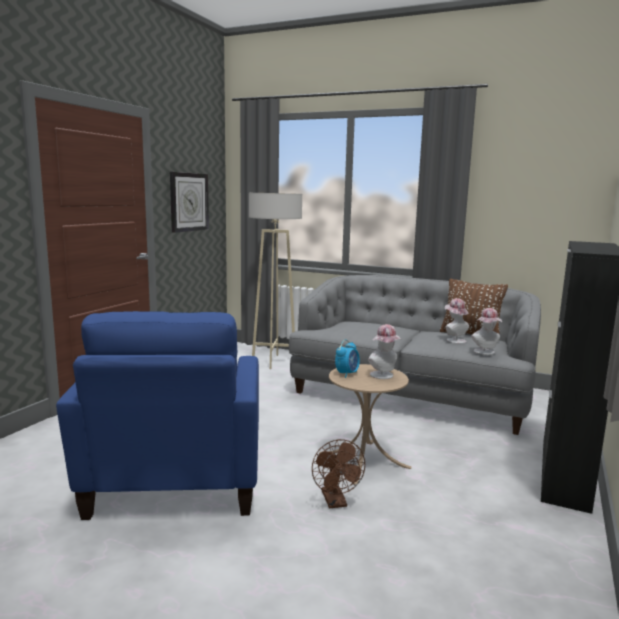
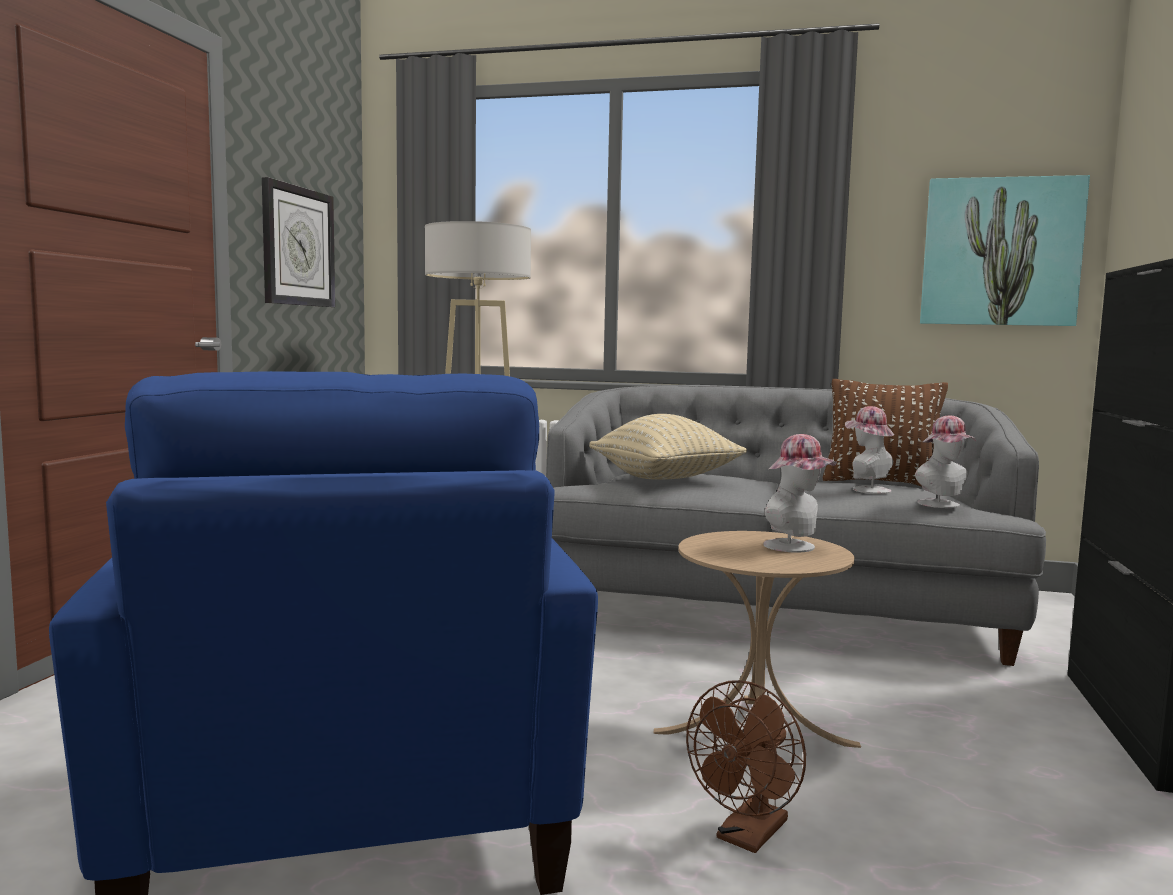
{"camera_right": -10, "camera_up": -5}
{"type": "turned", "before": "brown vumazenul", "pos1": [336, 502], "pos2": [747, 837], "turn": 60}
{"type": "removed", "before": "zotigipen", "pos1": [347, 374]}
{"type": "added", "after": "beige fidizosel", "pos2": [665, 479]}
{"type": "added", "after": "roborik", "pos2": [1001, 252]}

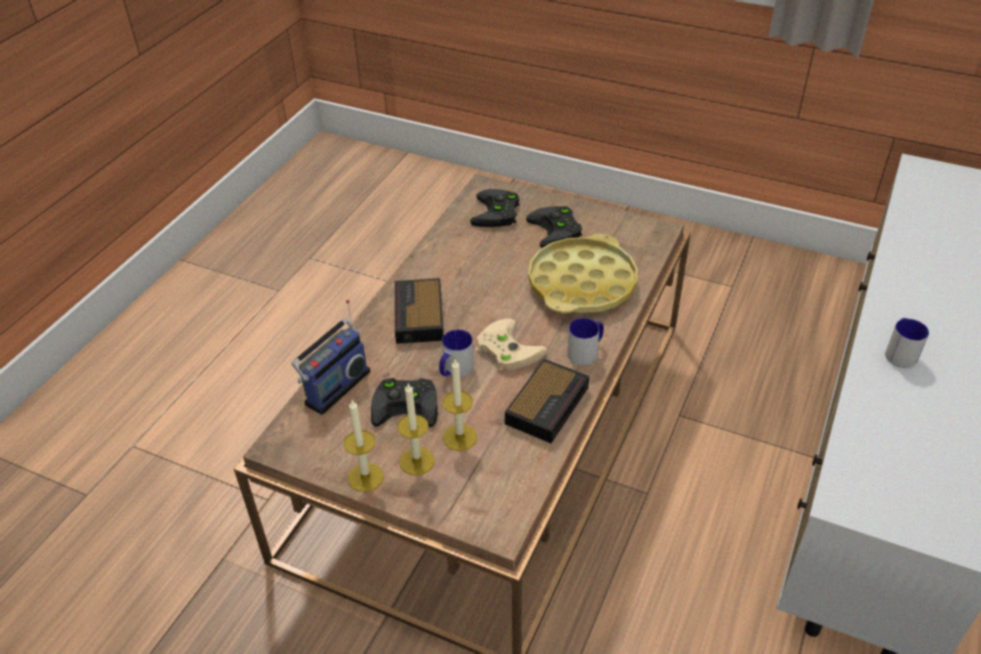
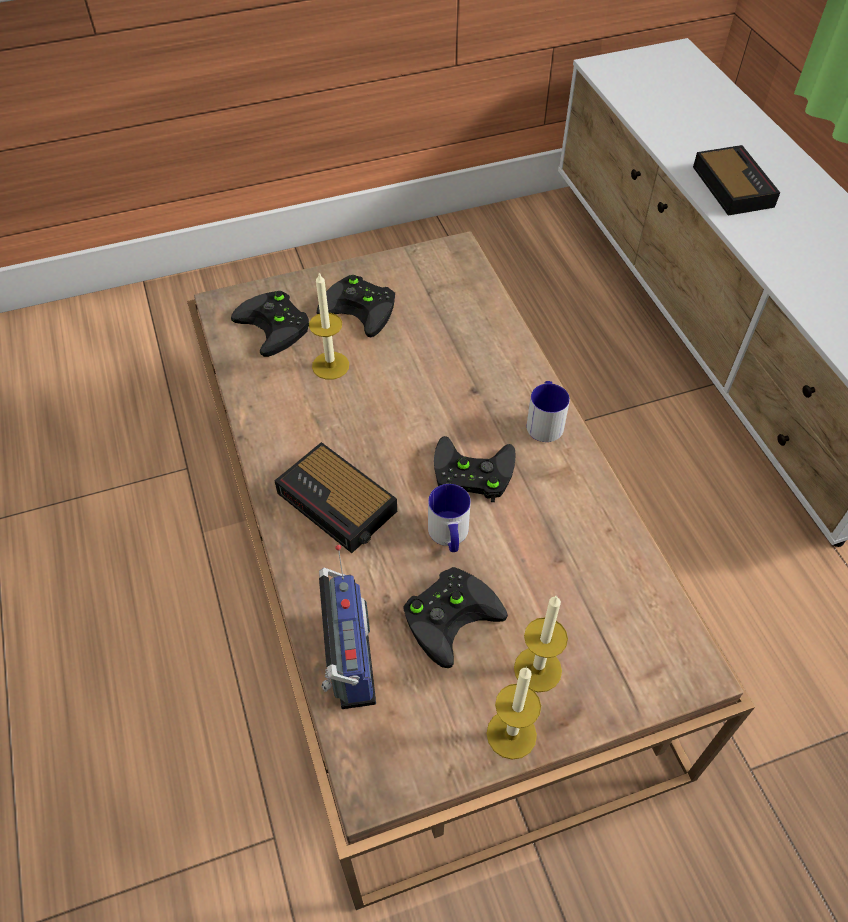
{"camera_right": -45, "camera_up": 10}
{"type": "moved", "before": "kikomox", "pos1": [460, 437], "pos2": [330, 365]}
{"type": "recoloured", "before": "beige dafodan", "after": "black dafodan", "pos1": [506, 349], "pos2": [470, 474]}
{"type": "moved", "before": "zotigipen", "pos1": [548, 404], "pos2": [731, 185]}
{"type": "removed", "before": "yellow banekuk", "pos1": [582, 283]}
{"type": "removed", "before": "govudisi", "pos1": [899, 352]}

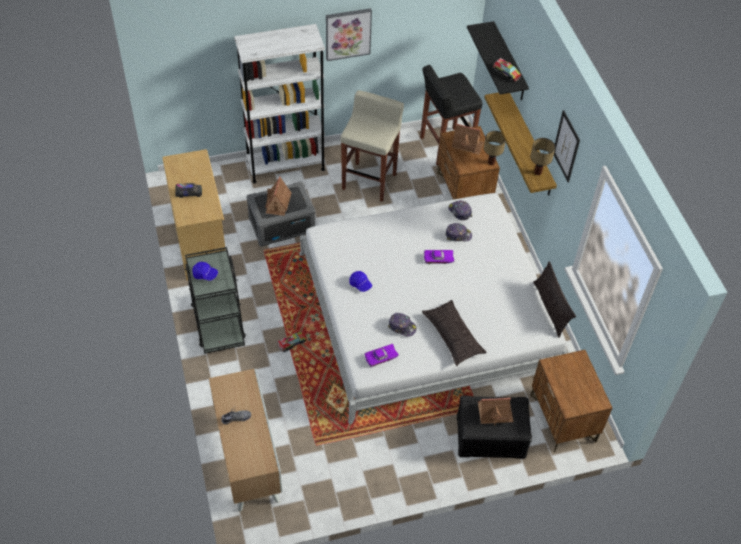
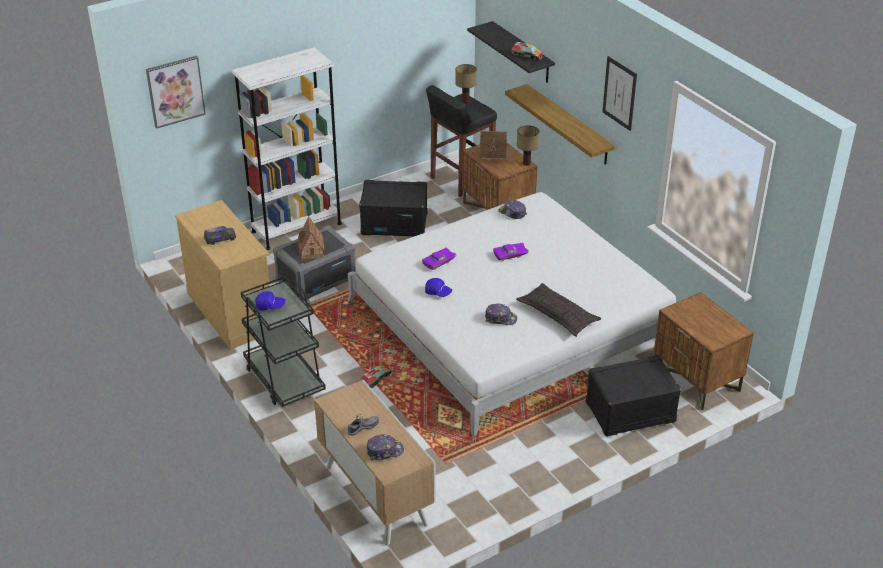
{"camera_right": -15, "camera_up": -15}
{"type": "moved", "before": "roborik", "pos1": [348, 34], "pos2": [175, 91]}
{"type": "replaced", "before": "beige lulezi", "after": "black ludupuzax", "pos1": [369, 181], "pos2": [394, 223]}
{"type": "moved", "before": "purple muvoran", "pos1": [381, 358], "pos2": [439, 262]}
{"type": "moved", "before": "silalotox", "pos1": [458, 235], "pos2": [384, 451]}
{"type": "removed", "before": "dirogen", "pos1": [494, 413]}
{"type": "moved", "before": "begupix", "pos1": [538, 172], "pos2": [466, 101]}
{"type": "removed", "before": "fidizosel", "pos1": [550, 308]}

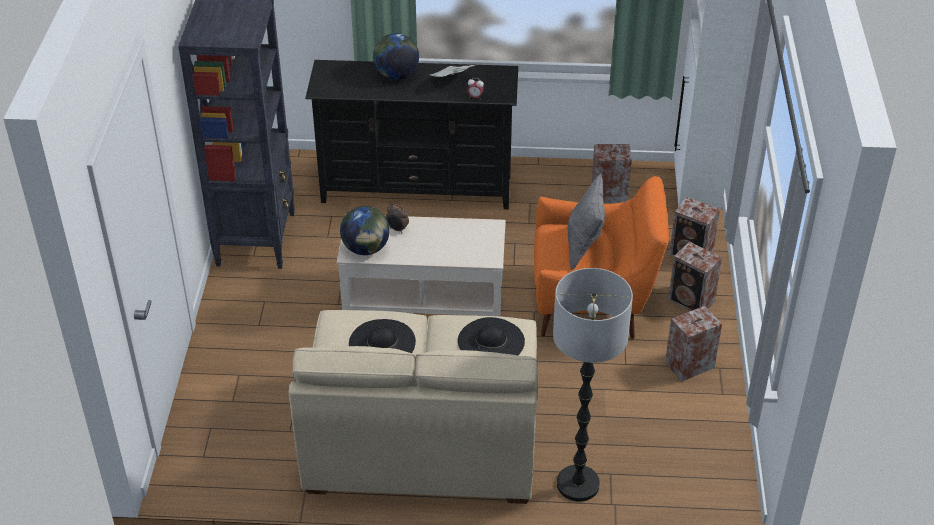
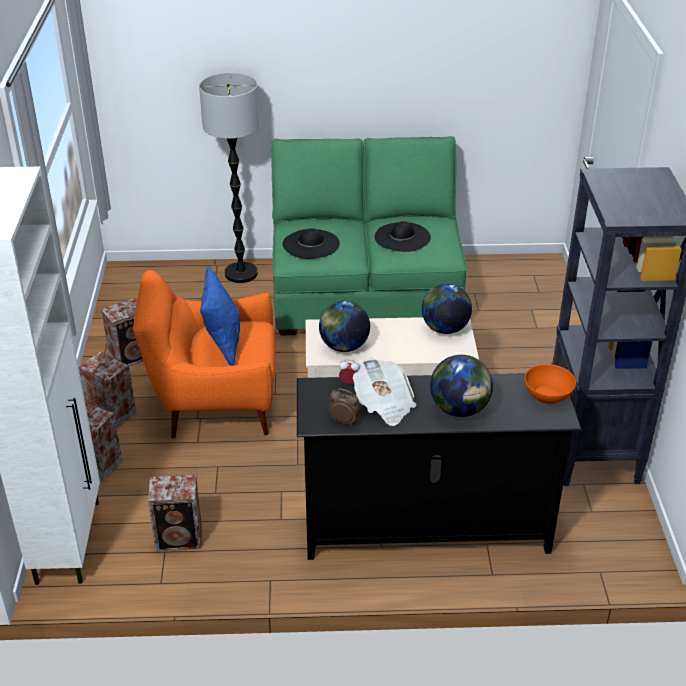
{"camera_right": 175, "camera_up": -5}
{"type": "recoloured", "before": "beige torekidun", "after": "green torekidun", "pos1": [422, 436], "pos2": [365, 295]}
{"type": "moved", "before": "zotigipen", "pos1": [397, 229], "pos2": [344, 421]}
{"type": "recoloured", "before": "grey fidizosel", "after": "blue fidizosel", "pos1": [584, 247], "pos2": [223, 345]}
{"type": "added", "after": "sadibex", "pos2": [344, 346]}
{"type": "added", "after": "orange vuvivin", "pos2": [547, 395]}

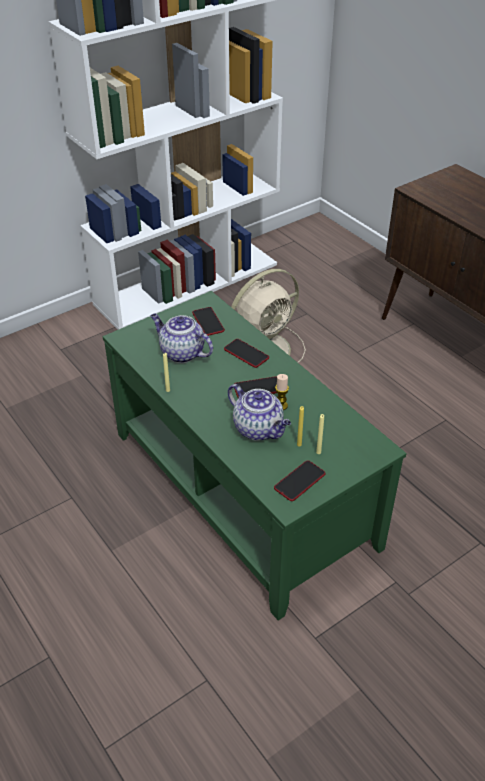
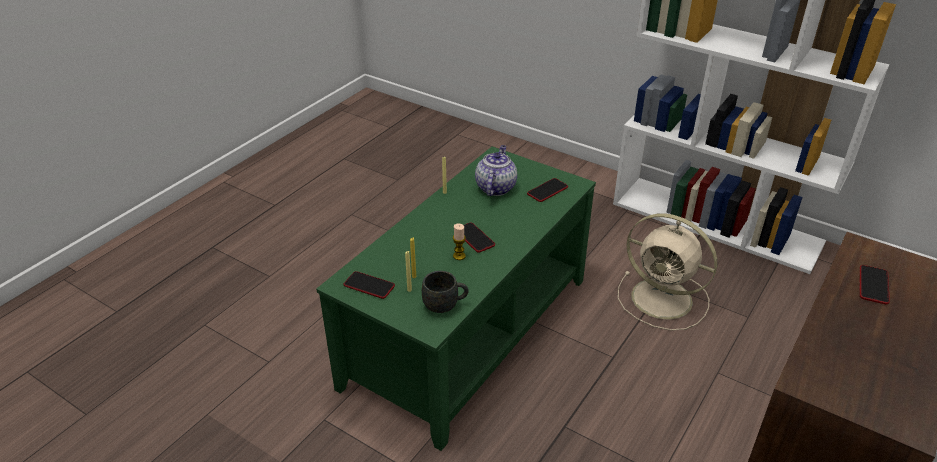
{"camera_right": 70, "camera_up": -5}
{"type": "moved", "before": "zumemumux", "pos1": [246, 354], "pos2": [873, 285]}
{"type": "removed", "before": "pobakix", "pos1": [259, 429]}
{"type": "added", "after": "grey govudisi", "pos2": [445, 305]}

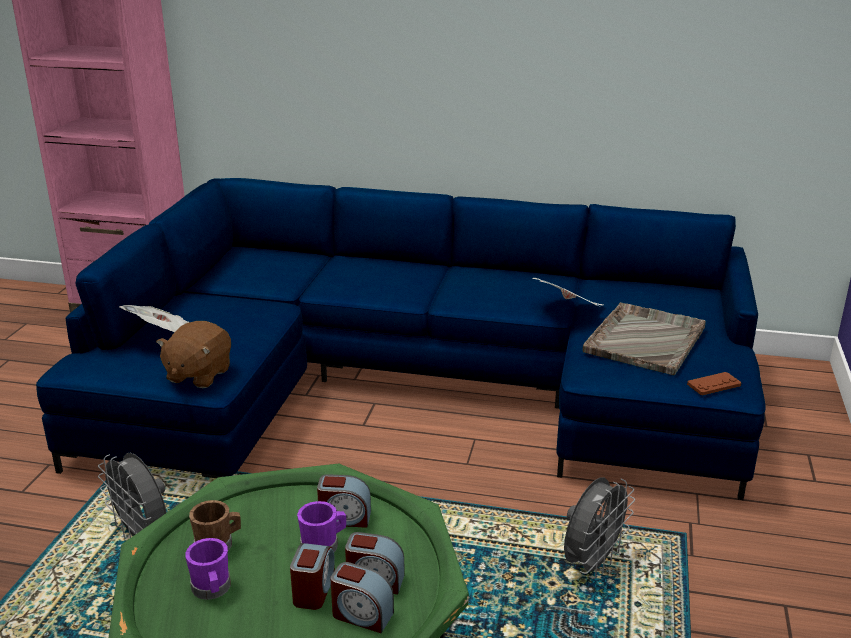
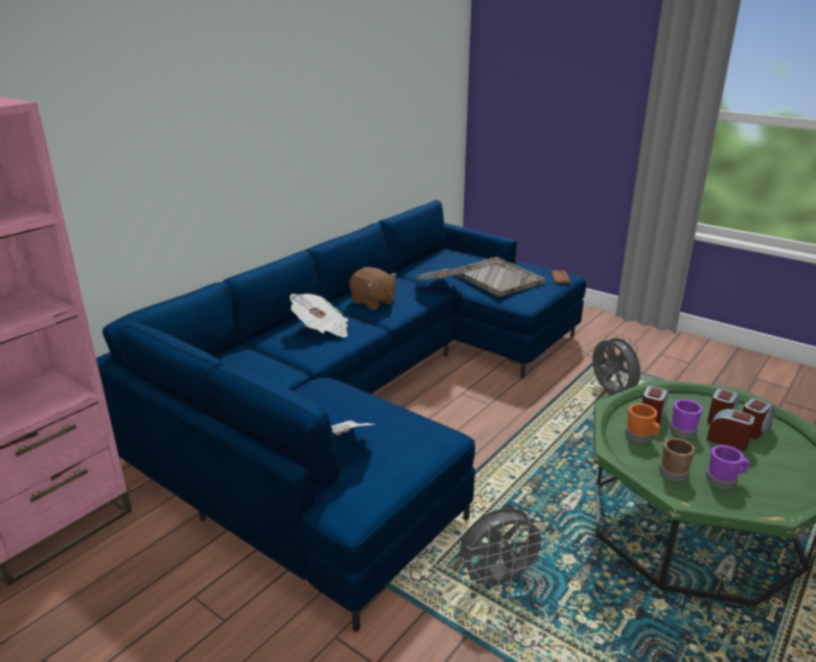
{"camera_right": -65, "camera_up": 0}
{"type": "moved", "before": "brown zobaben", "pos1": [198, 374], "pos2": [373, 302]}
{"type": "added", "after": "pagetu", "pos2": [321, 329]}
{"type": "added", "after": "orange govudisi", "pos2": [641, 437]}

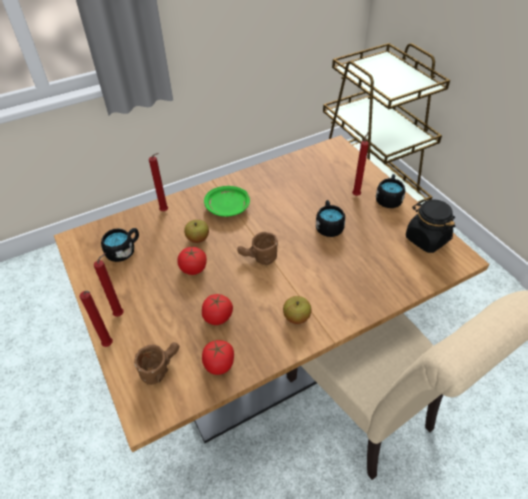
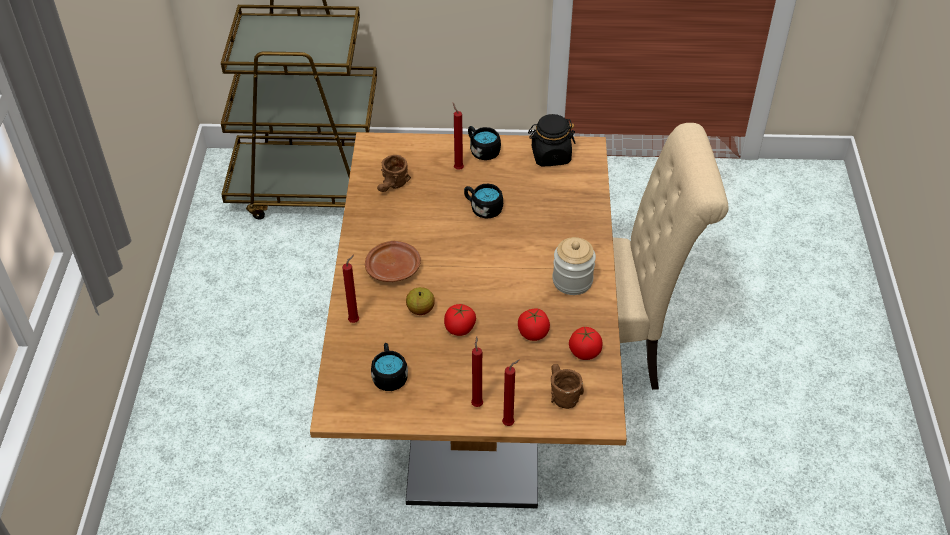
{"camera_right": -60, "camera_up": 0}
{"type": "recoloured", "before": "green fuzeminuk", "after": "brown fuzeminuk", "pos1": [228, 207], "pos2": [394, 268]}
{"type": "moved", "before": "brown govudisi", "pos1": [257, 259], "pos2": [393, 187]}
{"type": "replaced", "before": "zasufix", "after": "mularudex", "pos1": [296, 317], "pos2": [572, 281]}

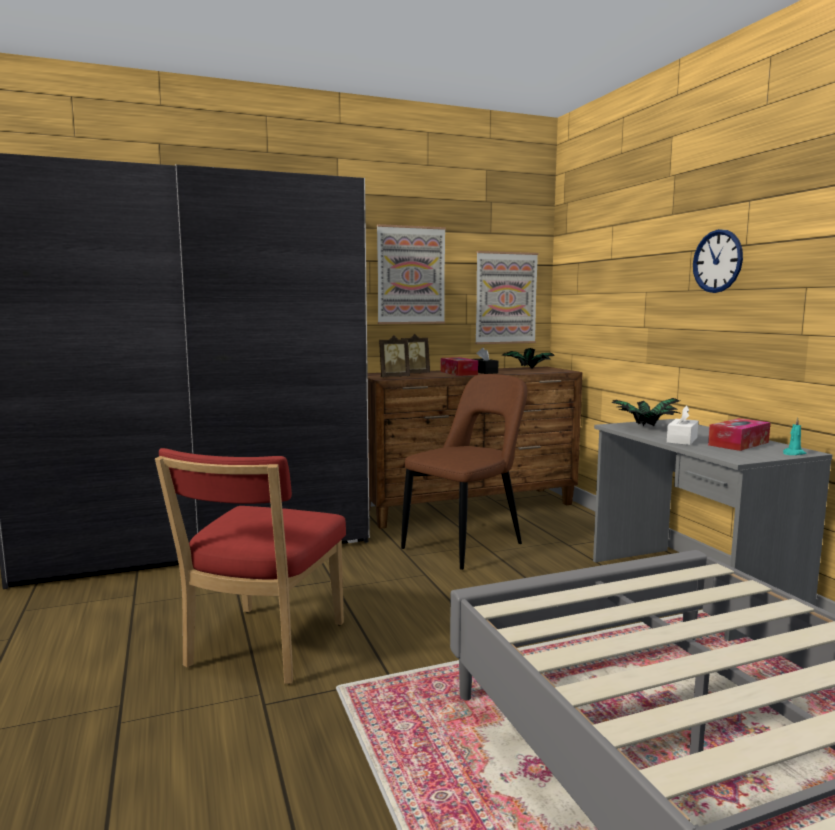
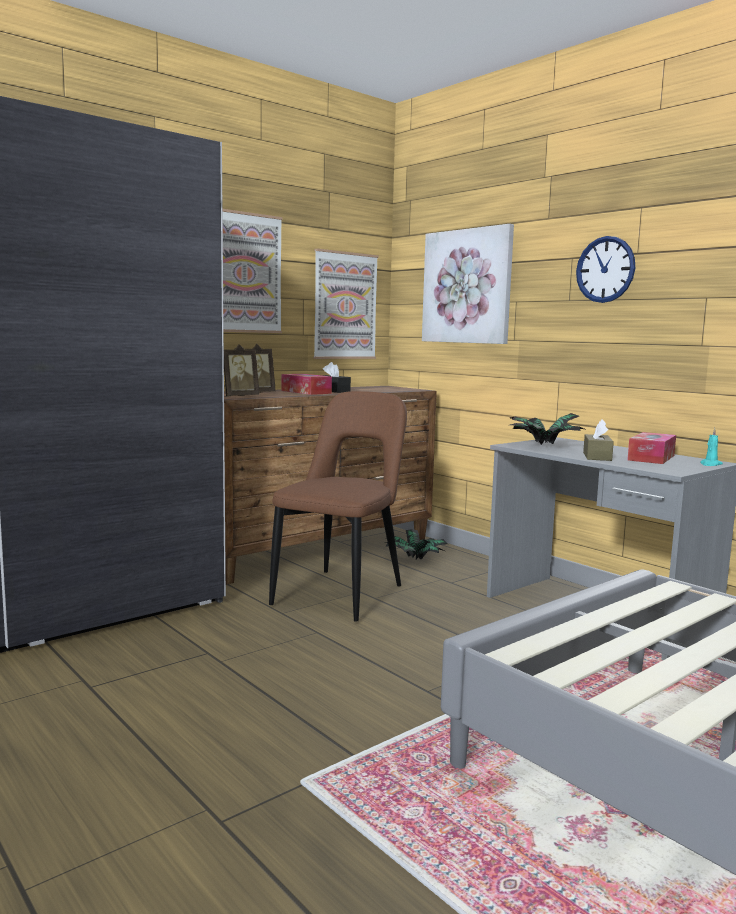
{"camera_right": -20, "camera_up": 0}
{"type": "removed", "before": "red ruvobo", "pos1": [262, 648]}
{"type": "moved", "before": "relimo", "pos1": [527, 368], "pos2": [414, 559]}
{"type": "recoloured", "before": "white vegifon", "after": "brown vegifon", "pos1": [682, 440], "pos2": [597, 456]}
{"type": "added", "after": "roborik", "pos2": [467, 286]}

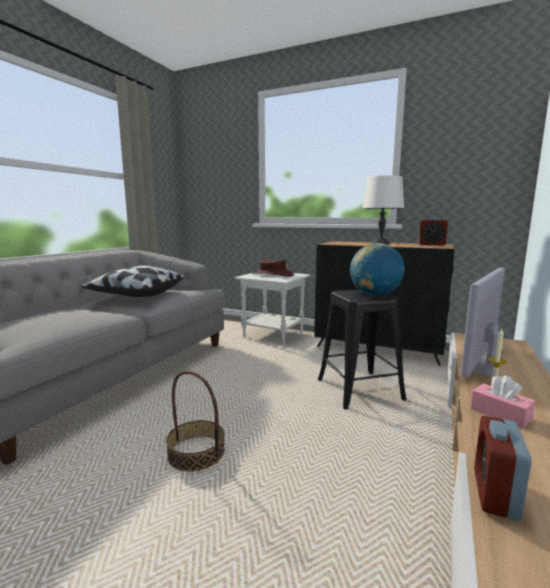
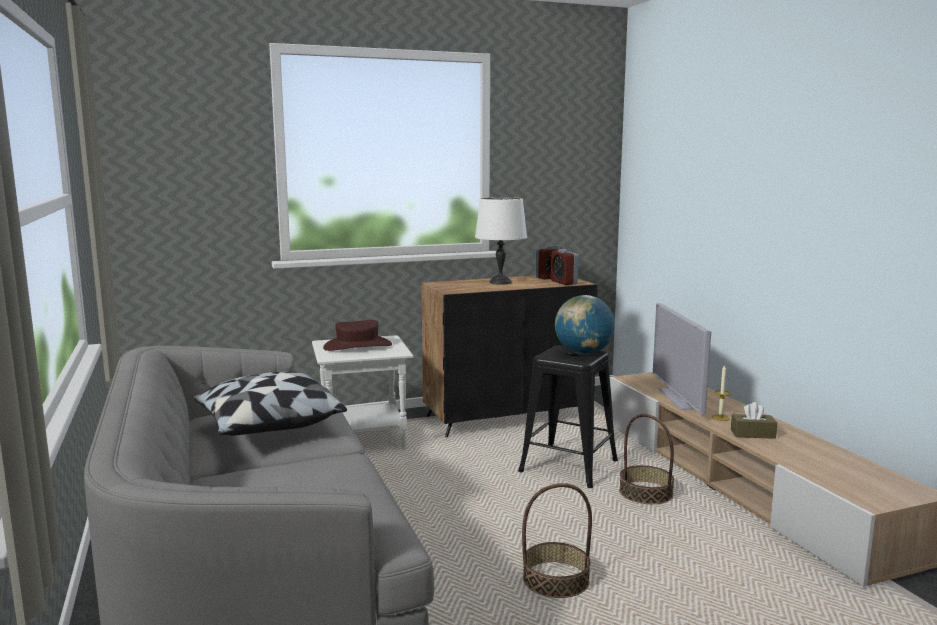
{"camera_right": -45, "camera_up": 0}
{"type": "recoloured", "before": "pink vegifon", "after": "brown vegifon", "pos1": [500, 414], "pos2": [752, 434]}
{"type": "moved", "before": "zotigipen", "pos1": [495, 493], "pos2": [563, 282]}
{"type": "added", "after": "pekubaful", "pos2": [646, 493]}

